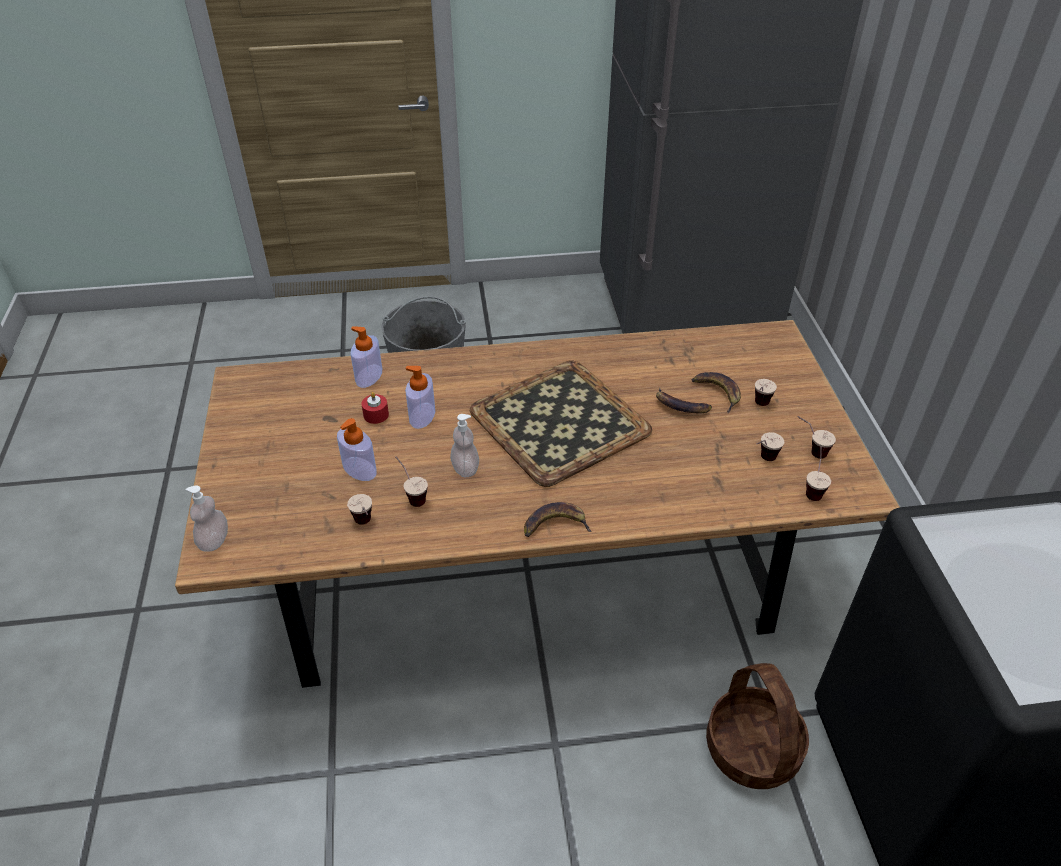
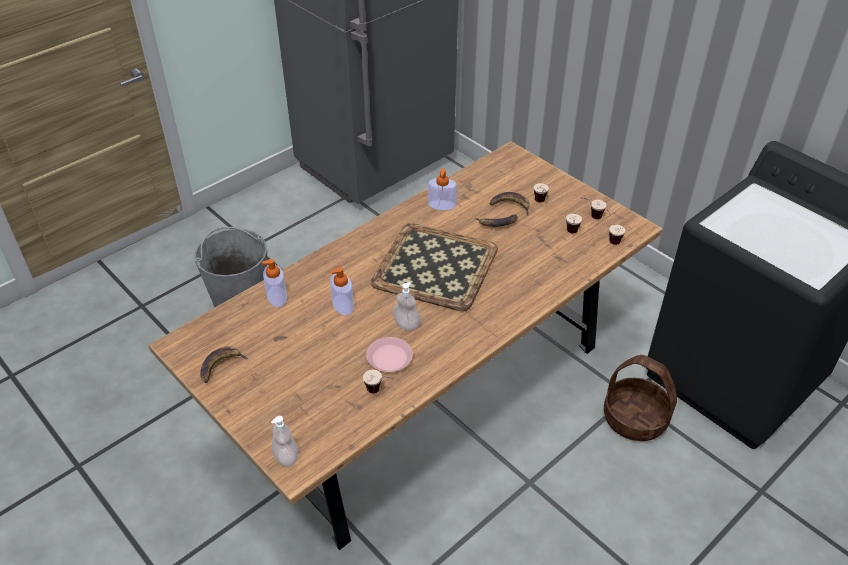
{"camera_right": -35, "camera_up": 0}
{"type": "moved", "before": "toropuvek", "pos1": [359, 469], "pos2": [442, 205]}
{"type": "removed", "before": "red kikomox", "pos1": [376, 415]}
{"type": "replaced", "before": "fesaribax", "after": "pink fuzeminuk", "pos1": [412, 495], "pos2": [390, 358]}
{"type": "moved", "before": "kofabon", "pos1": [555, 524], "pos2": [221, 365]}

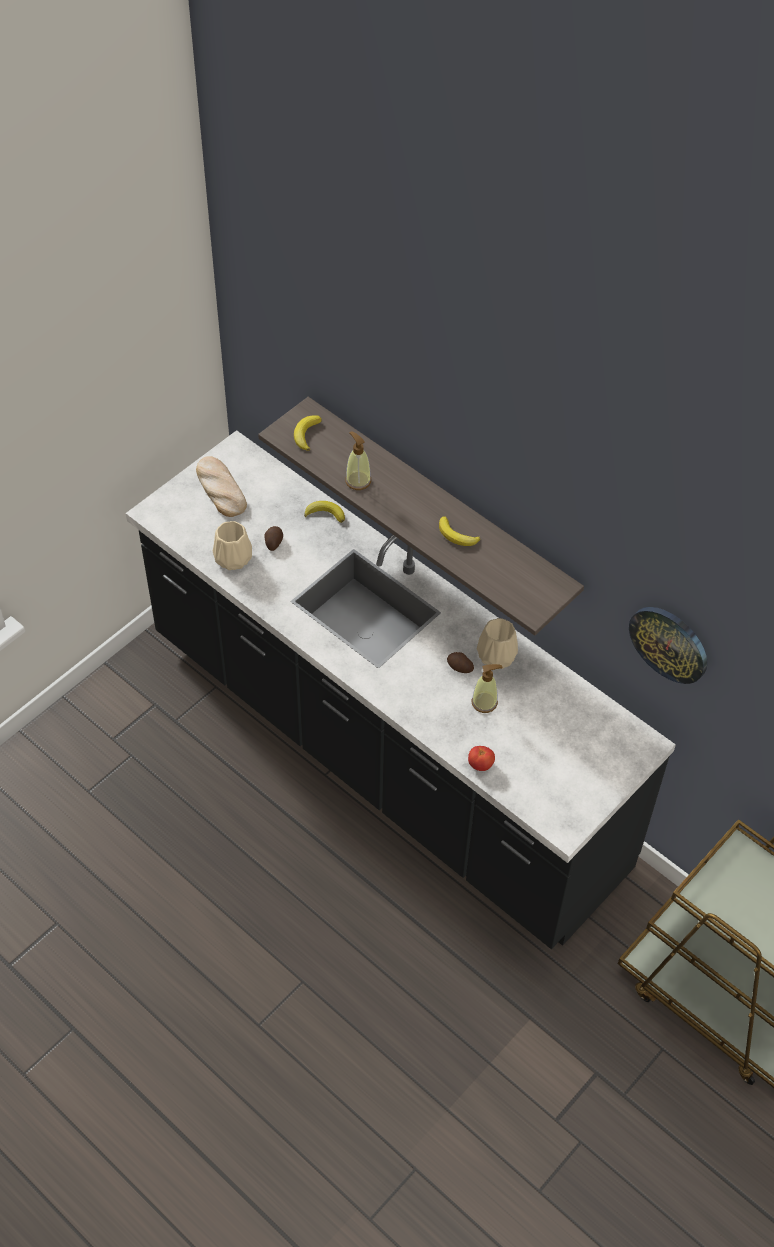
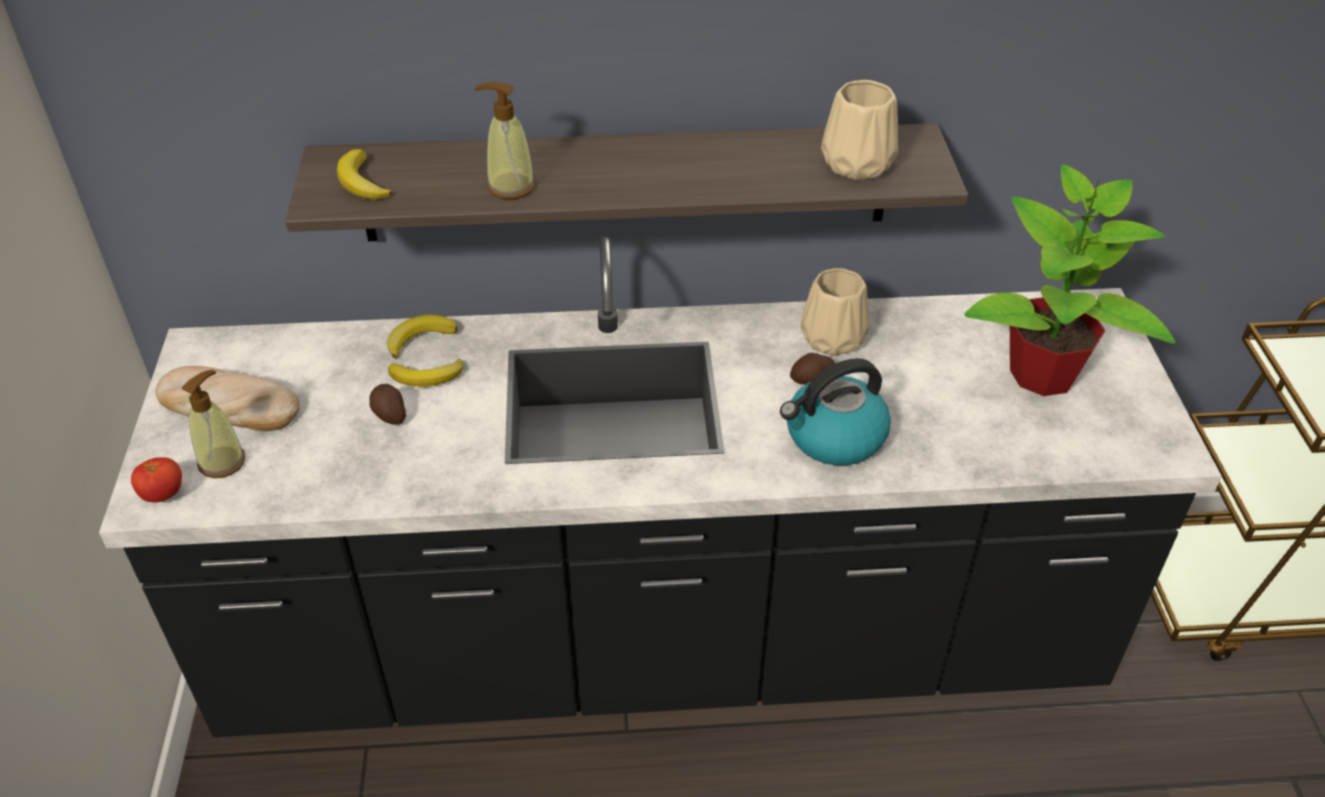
{"camera_right": -45, "camera_up": -10}
{"type": "moved", "before": "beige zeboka", "pos1": [232, 558], "pos2": [855, 165]}
{"type": "moved", "before": "kofabon", "pos1": [456, 535], "pos2": [428, 377]}
{"type": "moved", "before": "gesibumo", "pos1": [480, 765], "pos2": [163, 494]}
{"type": "moved", "before": "toropuvek", "pos1": [484, 702], "pos2": [222, 462]}
{"type": "removed", "before": "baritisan", "pos1": [669, 643]}
{"type": "added", "after": "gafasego", "pos2": [834, 437]}
{"type": "added", "after": "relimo", "pos2": [1042, 375]}

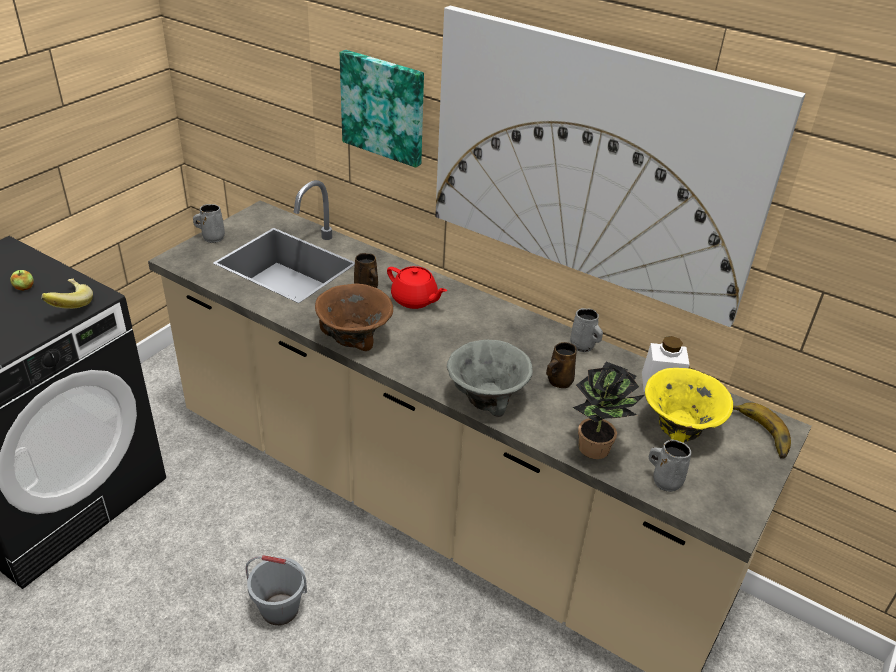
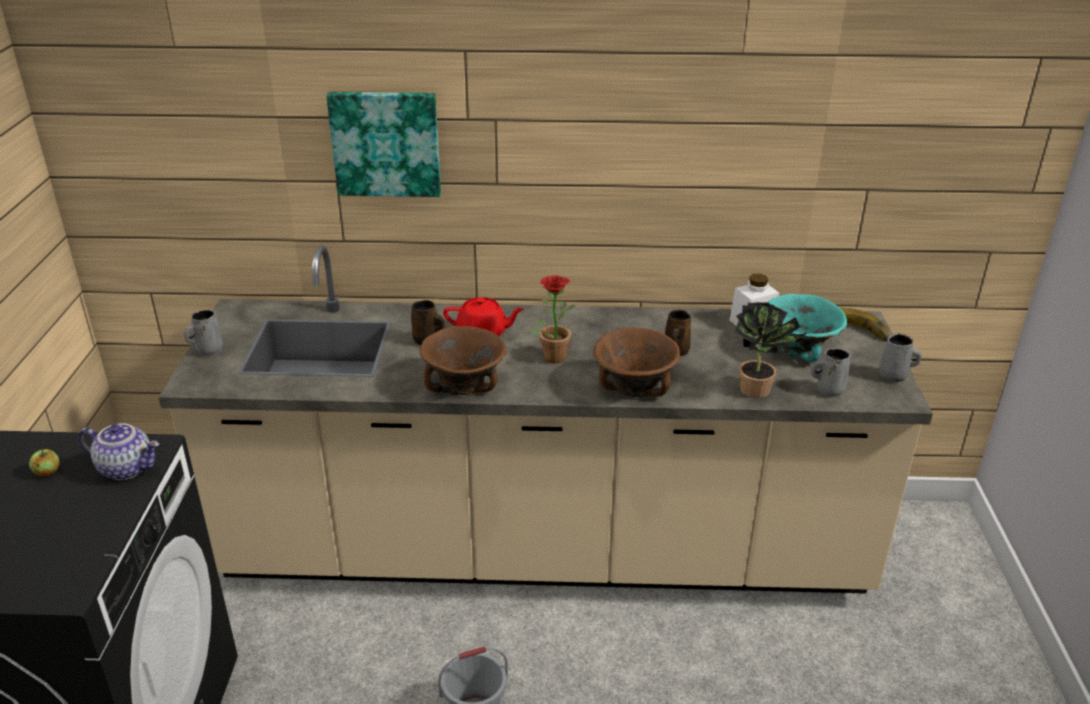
{"camera_right": -30, "camera_up": -5}
{"type": "replaced", "before": "kofabon", "after": "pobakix", "pos1": [68, 305], "pos2": [127, 468]}
{"type": "removed", "before": "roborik", "pos1": [592, 163]}
{"type": "recoloured", "before": "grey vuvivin", "after": "brown vuvivin", "pos1": [487, 399], "pos2": [634, 387]}
{"type": "moved", "before": "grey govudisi", "pos1": [583, 346], "pos2": [894, 376]}
{"type": "recoloured", "before": "yellow vuvivin", "after": "turquoise vuvivin", "pos1": [678, 428], "pos2": [798, 350]}
{"type": "added", "after": "relimo", "pos2": [552, 355]}

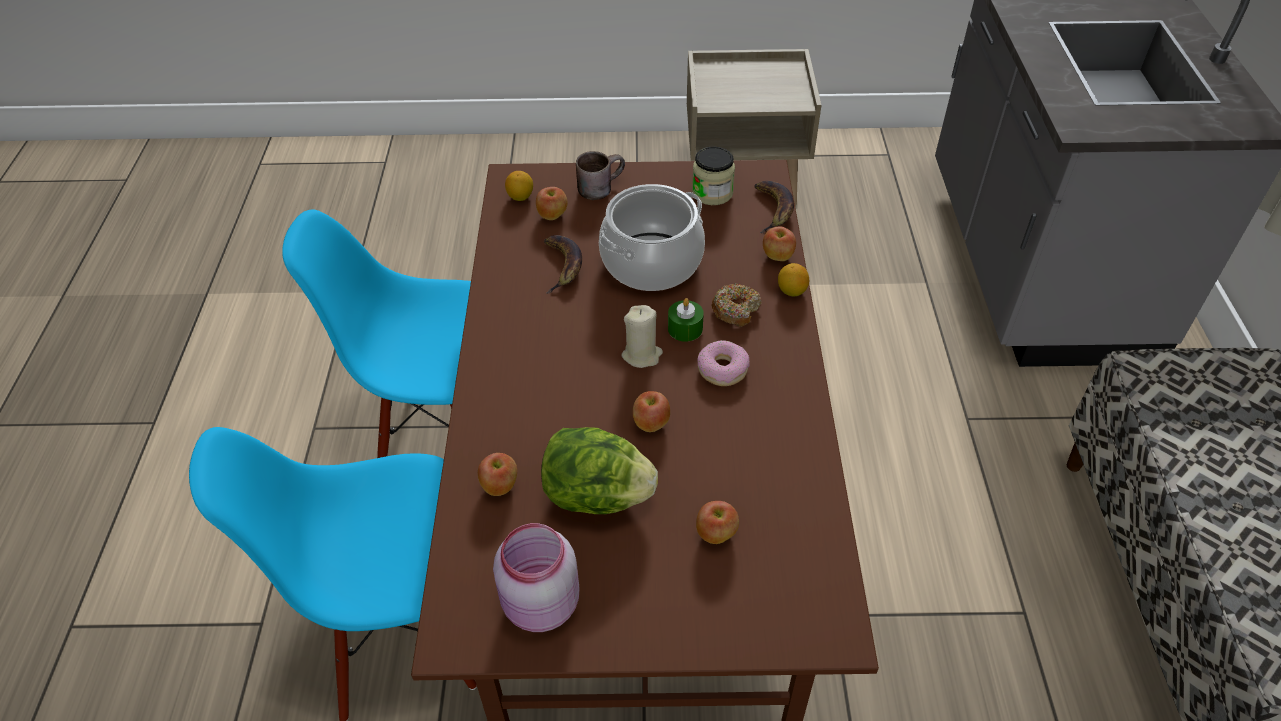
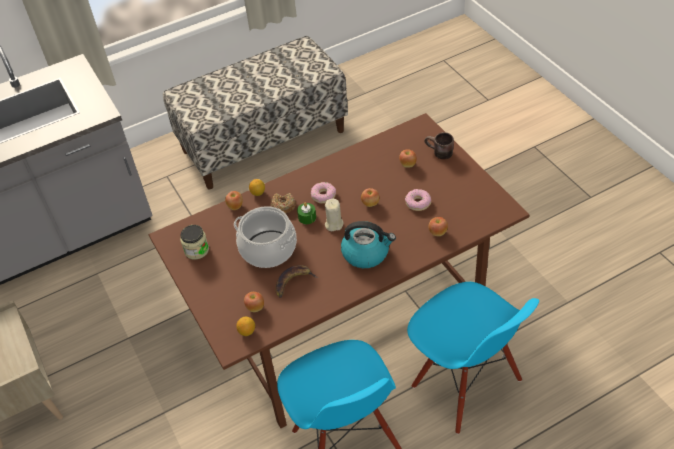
{"camera_right": -115, "camera_up": 0}
{"type": "removed", "before": "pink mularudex", "pos1": [539, 606]}
{"type": "replaced", "before": "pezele", "after": "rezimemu", "pos1": [597, 495], "pos2": [418, 203]}
{"type": "moved", "before": "brown govudisi", "pos1": [599, 187], "pos2": [438, 153]}
{"type": "removed", "before": "kofabon", "pos1": [773, 209]}
{"type": "added", "after": "gafasego", "pos2": [366, 253]}

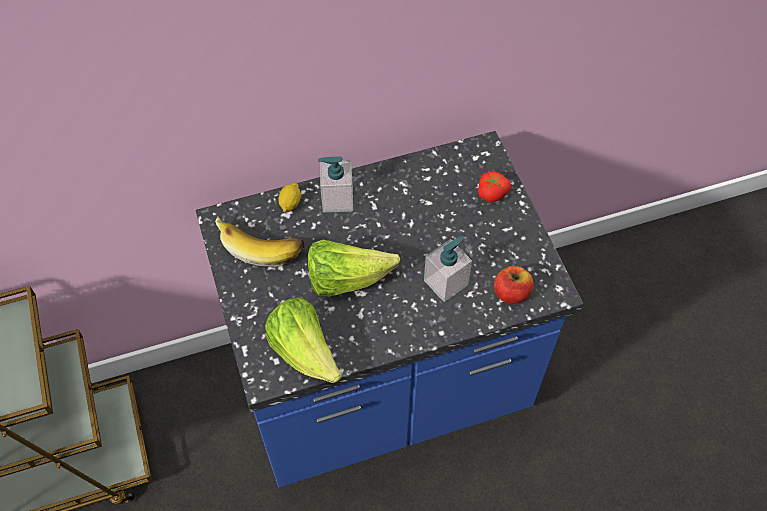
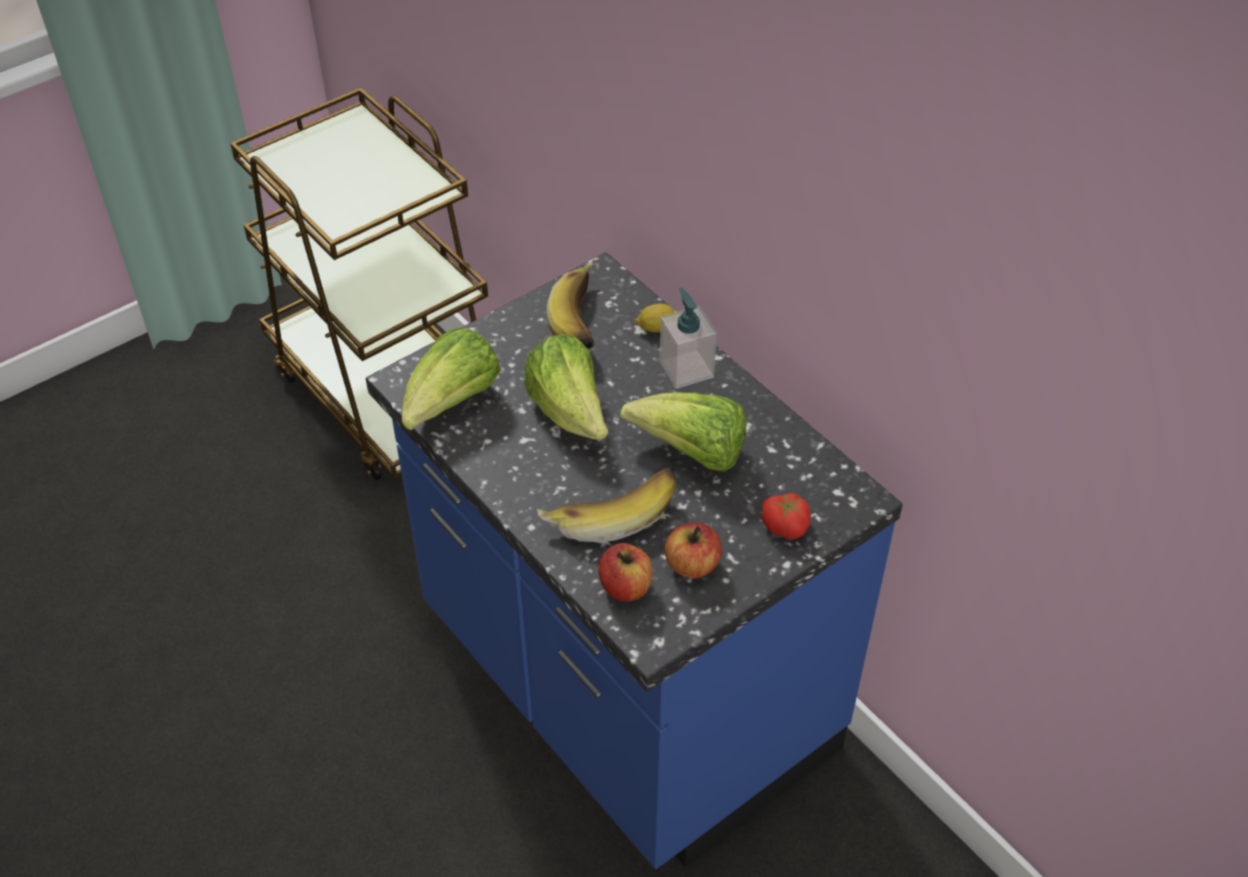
{"camera_right": 70, "camera_up": -10}
{"type": "replaced", "before": "toropuvek", "after": "kofabon", "pos1": [446, 282], "pos2": [610, 512]}
{"type": "added", "after": "pezele", "pos2": [691, 452]}
{"type": "added", "after": "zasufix", "pos2": [692, 565]}

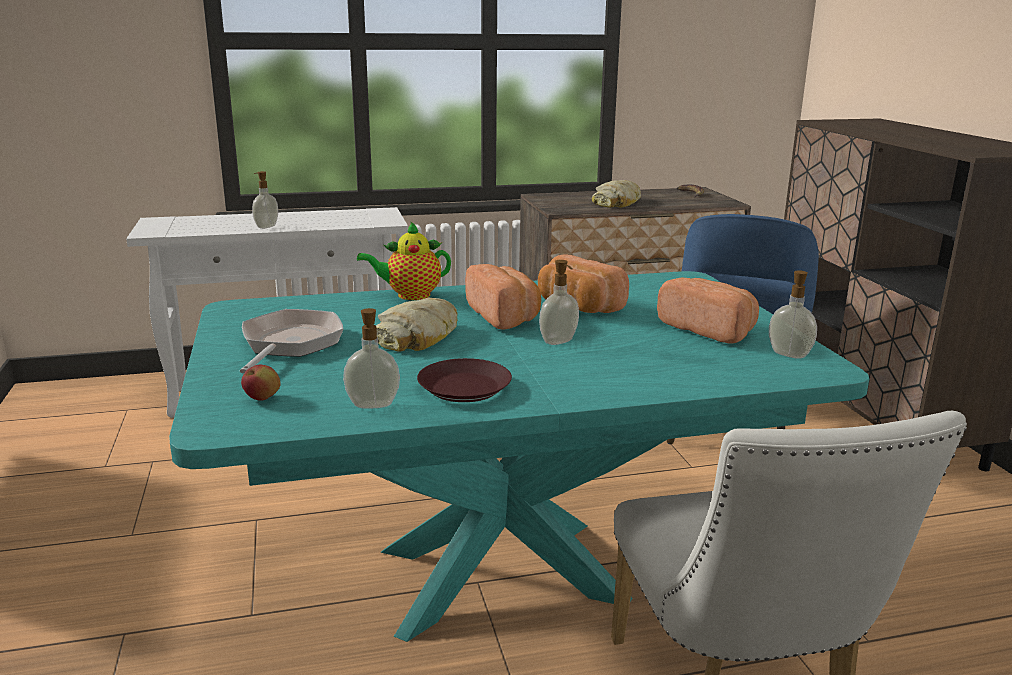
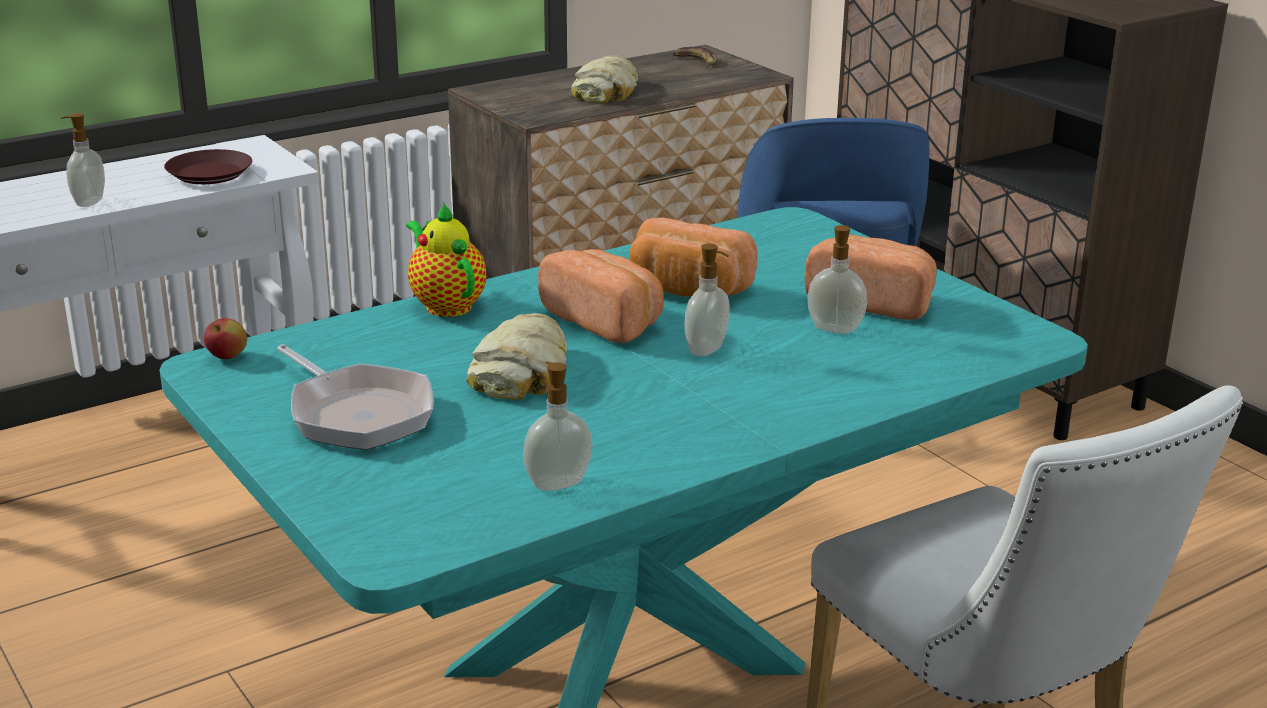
{"camera_right": -20, "camera_up": 5}
{"type": "turned", "before": "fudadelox", "pos1": [289, 344], "pos2": [356, 413], "turn": 150}
{"type": "moved", "before": "zasufix", "pos1": [262, 399], "pos2": [227, 357]}
{"type": "turned", "before": "pobakix", "pos1": [409, 295], "pos2": [446, 305], "turn": 90}
{"type": "moved", "before": "brown fuzeminuk", "pos1": [465, 387], "pos2": [210, 174]}
{"type": "moved", "before": "toropuvek", "pos1": [789, 354], "pos2": [835, 328]}

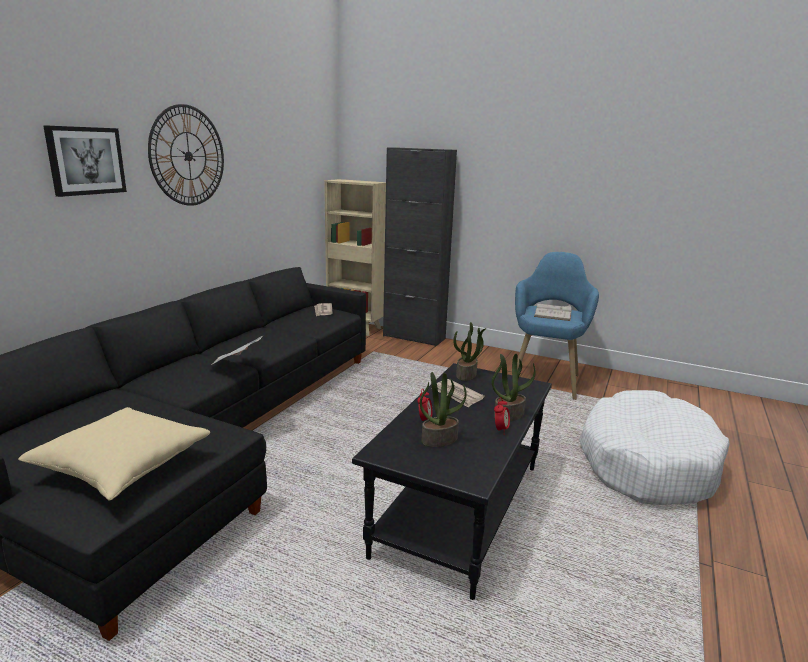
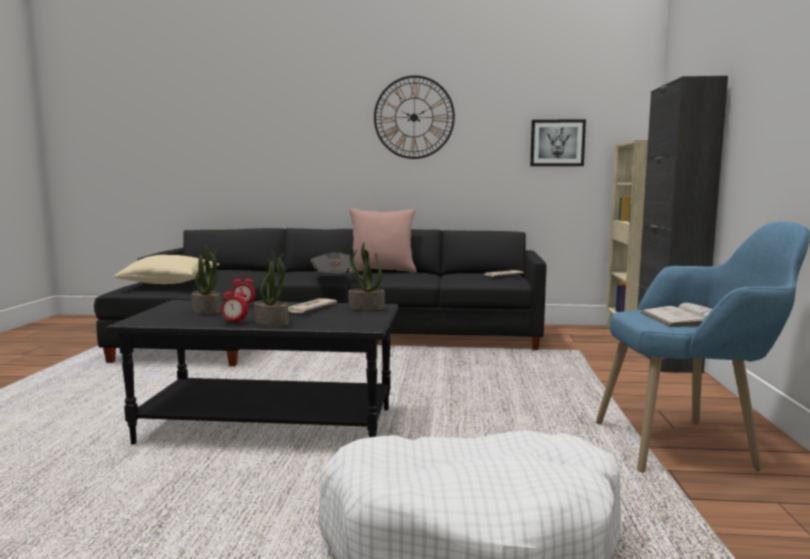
{"camera_right": 70, "camera_up": -10}
{"type": "moved", "before": "roborik", "pos1": [86, 161], "pos2": [557, 143]}
{"type": "added", "after": "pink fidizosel", "pos2": [382, 271]}

